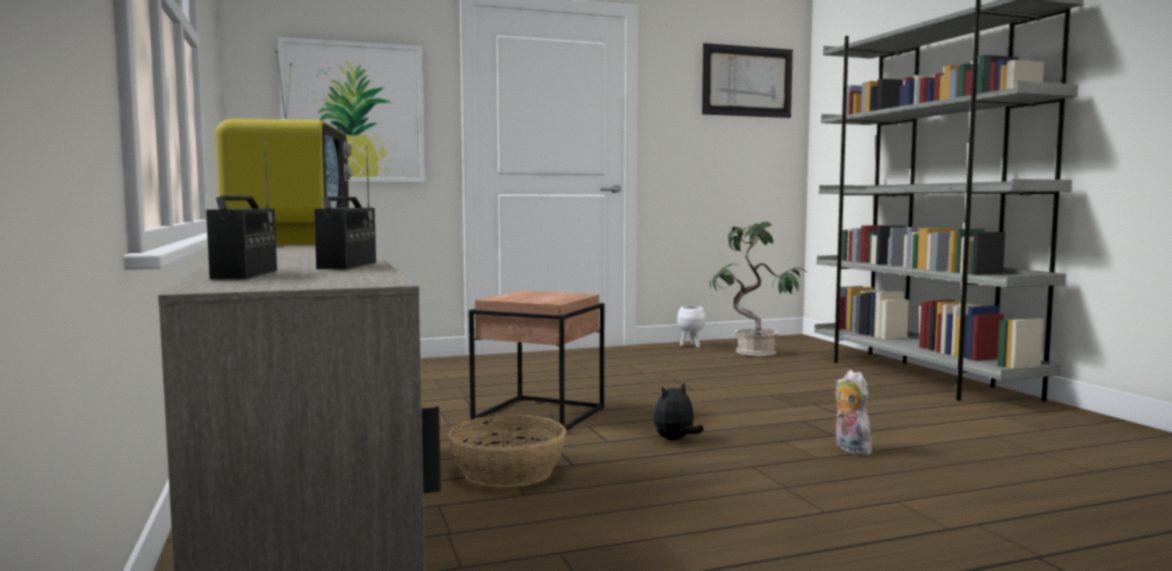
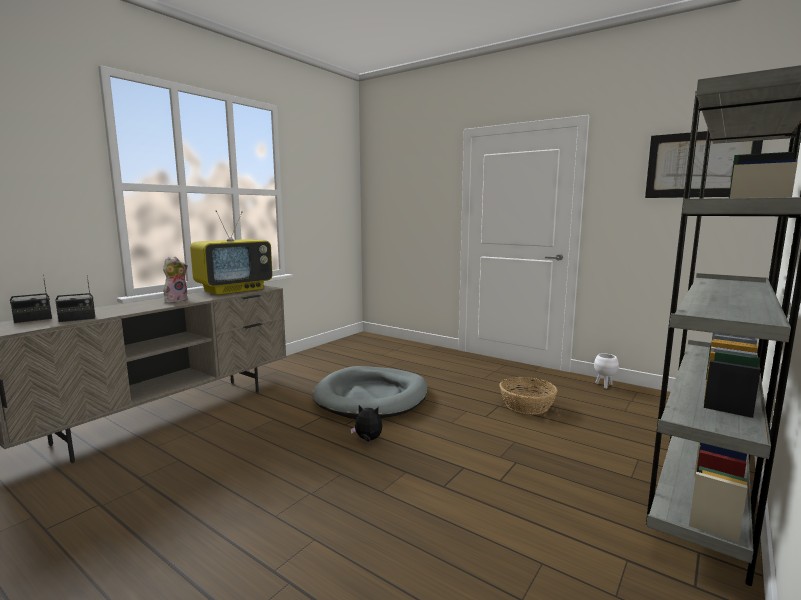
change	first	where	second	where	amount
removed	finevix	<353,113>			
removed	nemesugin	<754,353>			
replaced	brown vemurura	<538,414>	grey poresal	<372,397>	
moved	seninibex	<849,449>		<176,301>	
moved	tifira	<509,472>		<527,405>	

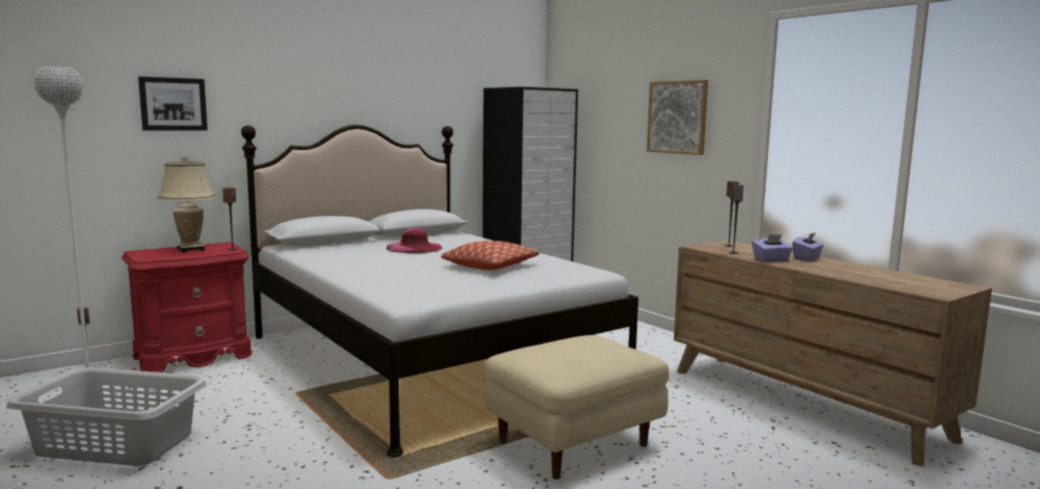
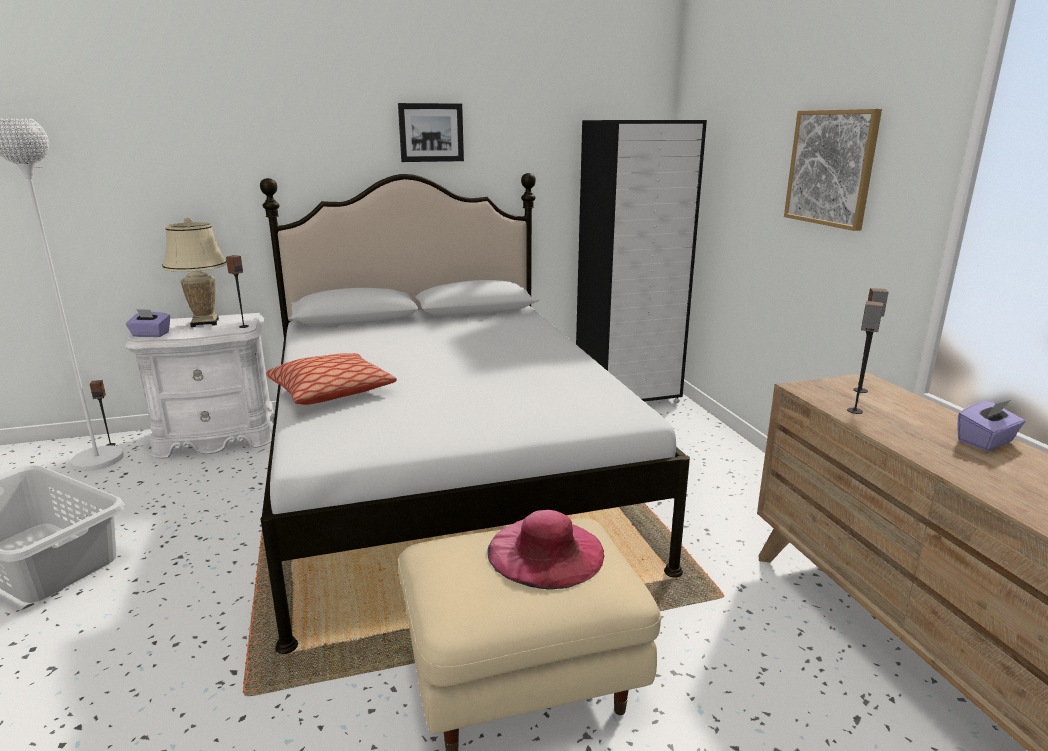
change	first	where	second	where	amount
moved	finevix	<173,104>		<431,132>	
moved	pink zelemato	<414,247>		<546,551>	
moved	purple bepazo	<771,260>		<150,335>	
moved	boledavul	<490,266>		<331,392>	
recoloured	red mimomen	<195,357>	white mimomen	<217,438>	

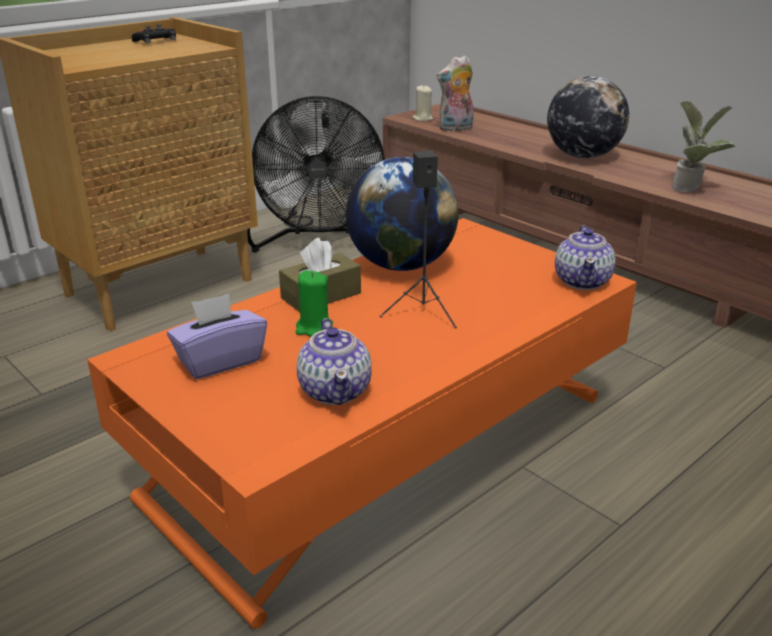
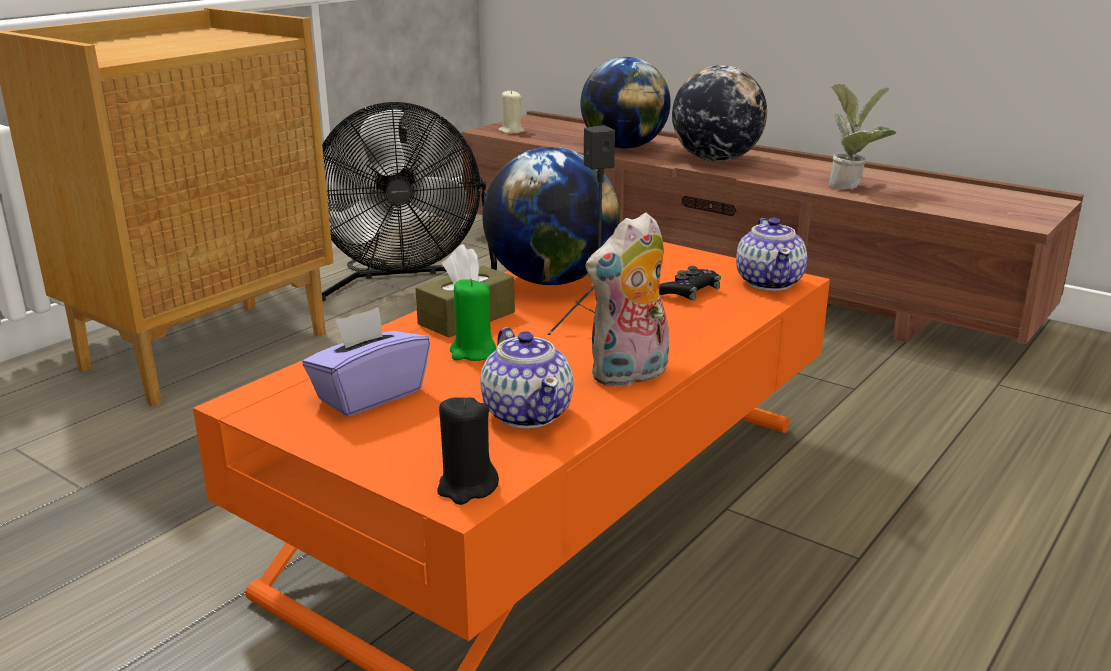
change	first	where	second	where	amount
moved	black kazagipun	<156,41>		<688,292>	
moved	seninibex	<456,128>		<630,376>	
added			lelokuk	<623,147>	
added			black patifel	<467,487>	

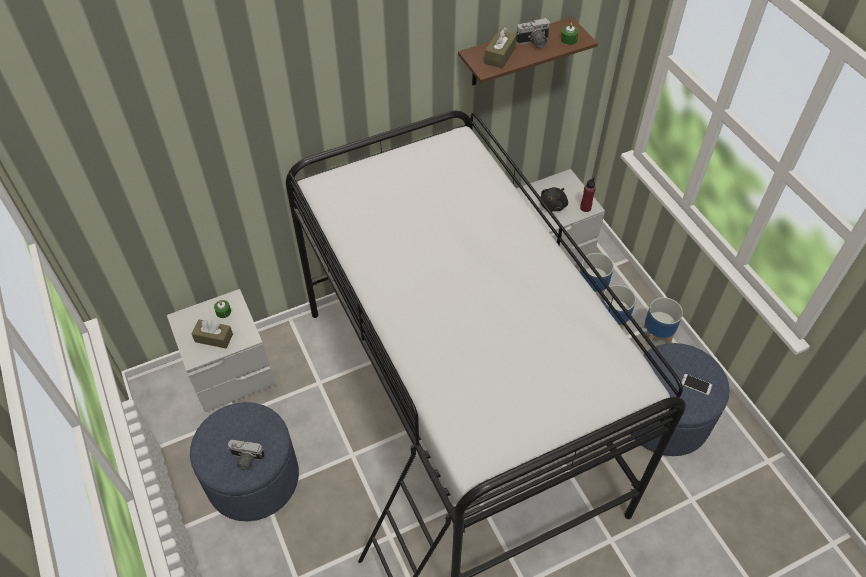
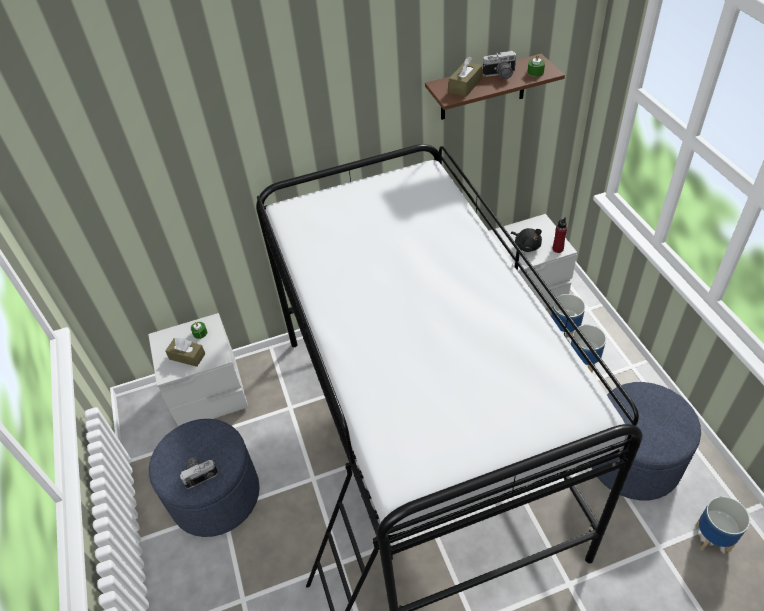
change	first	where	second	where	amount
turned	black seninibex	<553,205>		<526,246>	75 degrees counterclockwise
moved	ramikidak	<657,335>		<713,538>	
removed	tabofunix	<696,384>			
turned	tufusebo	<245,459>		<199,473>	135 degrees clockwise

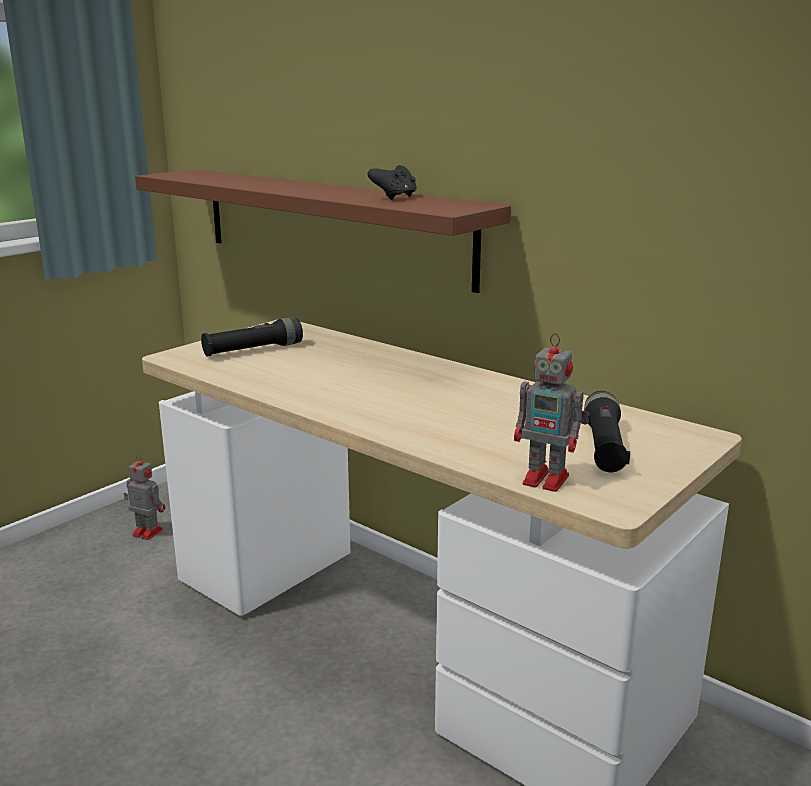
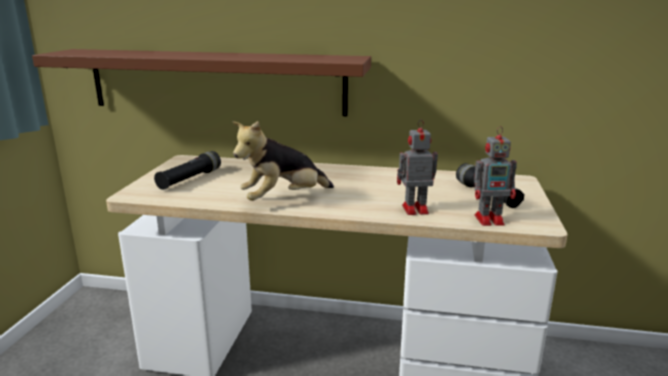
change	first	where	second	where	amount
removed	black kazagipun	<395,197>			
moved	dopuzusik	<146,532>		<413,209>	
added			seninibex	<283,199>	

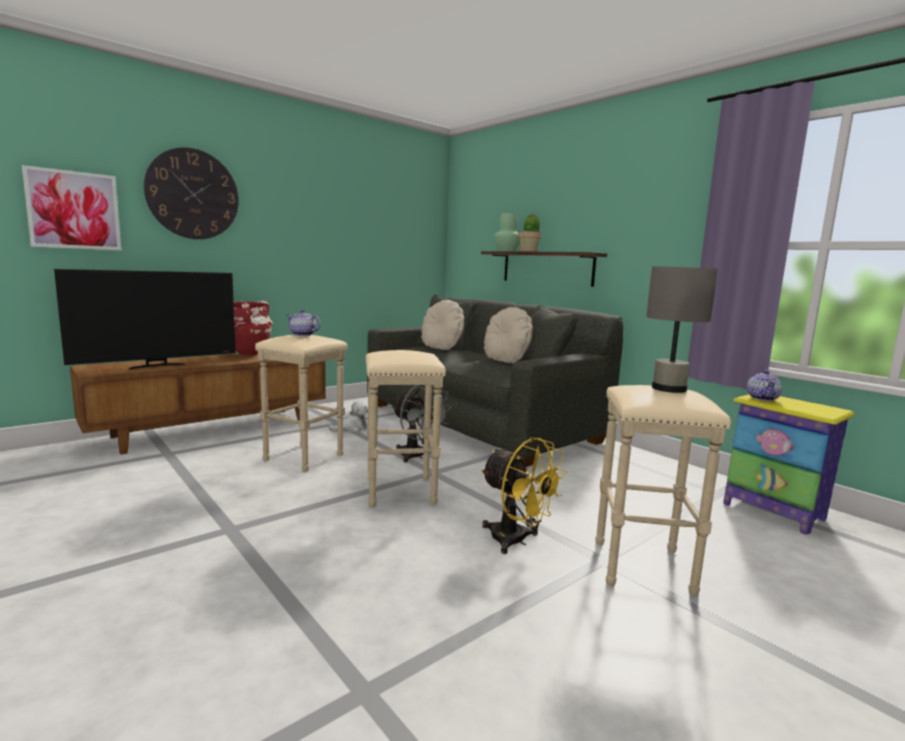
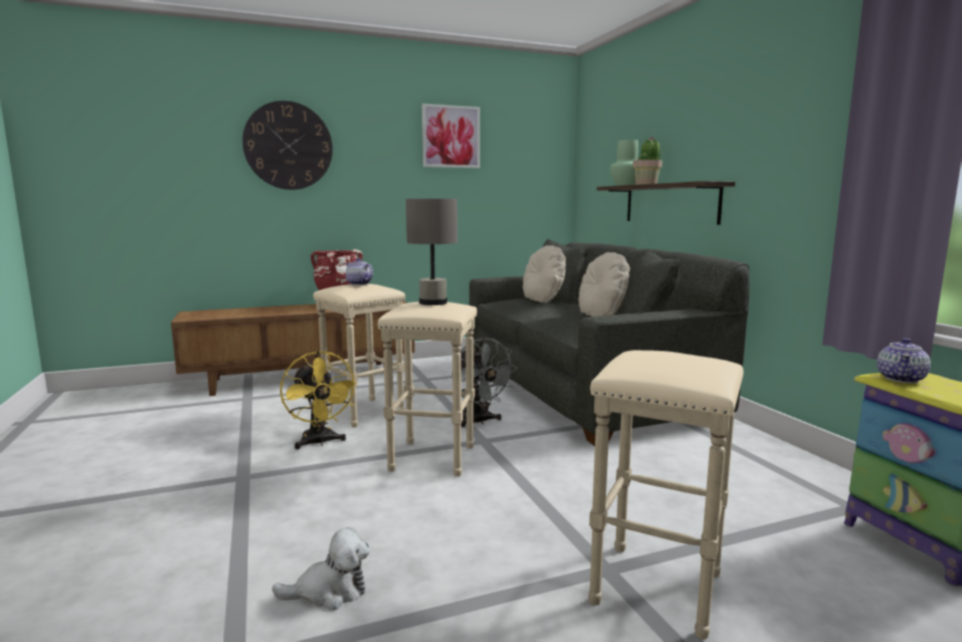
change	first	where	second	where	amount
moved	finevix	<74,210>		<451,137>	
moved	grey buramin	<669,389>		<433,303>	
removed	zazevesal	<157,366>			
moved	seninibex	<351,428>		<329,591>	
moved	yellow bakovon	<516,541>		<320,442>	

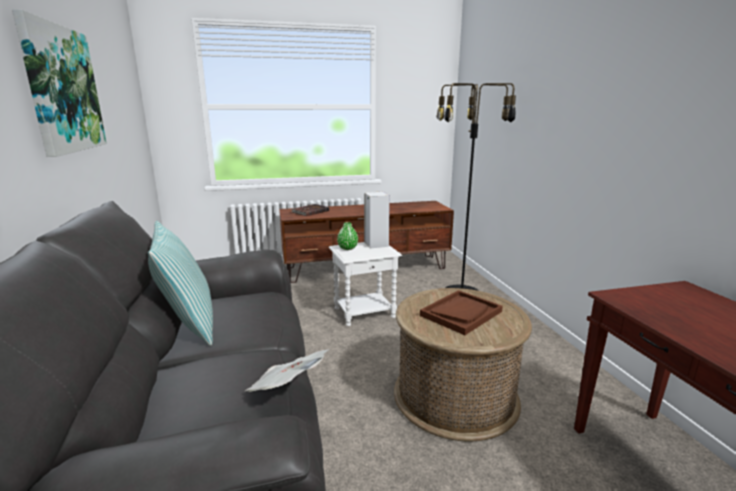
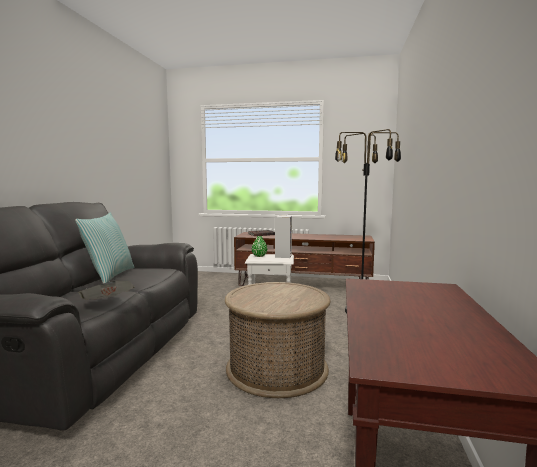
change	first	where	second	where	amount
removed	finevix	<63,89>			
removed	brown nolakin	<461,313>			

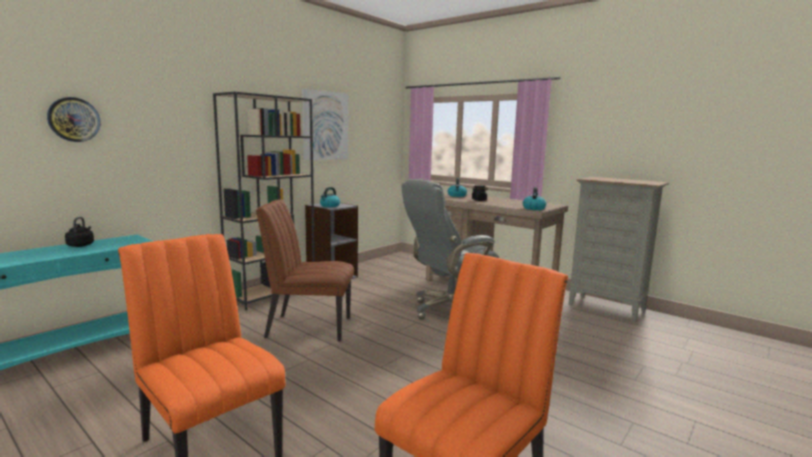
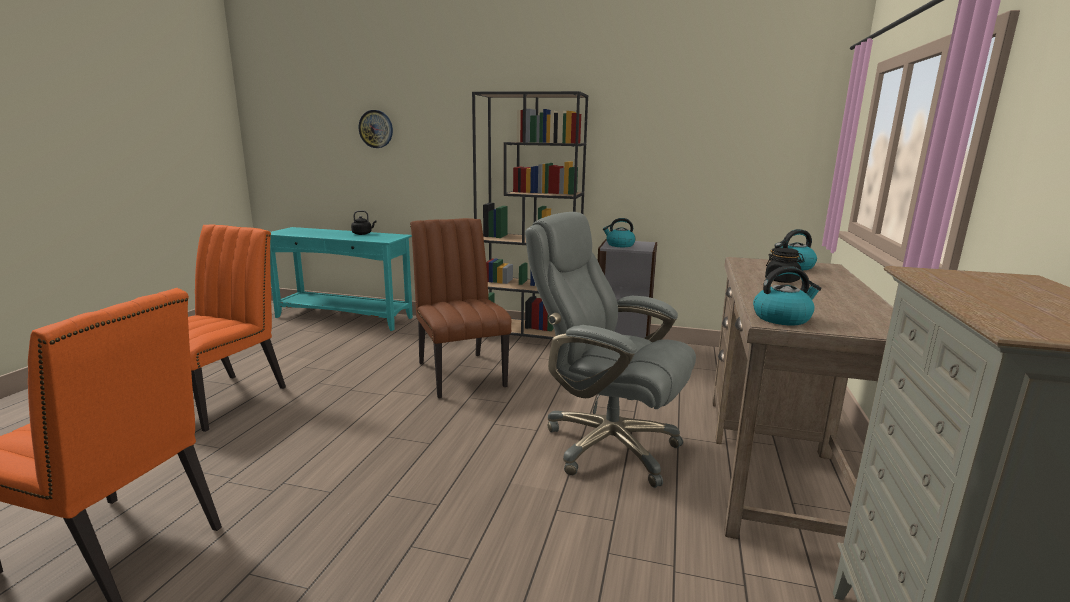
change	first	where	second	where	amount
removed	finevix	<326,125>			

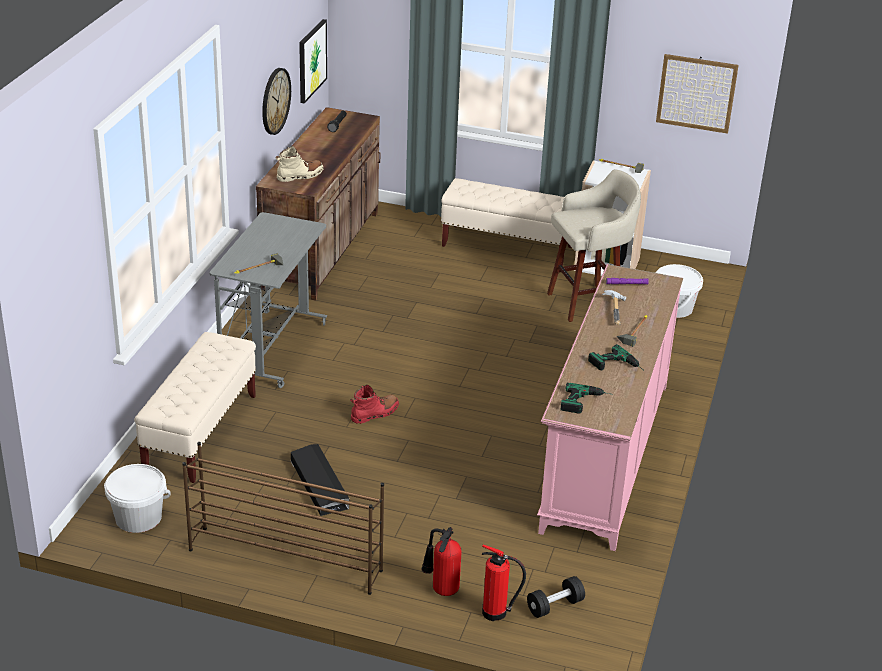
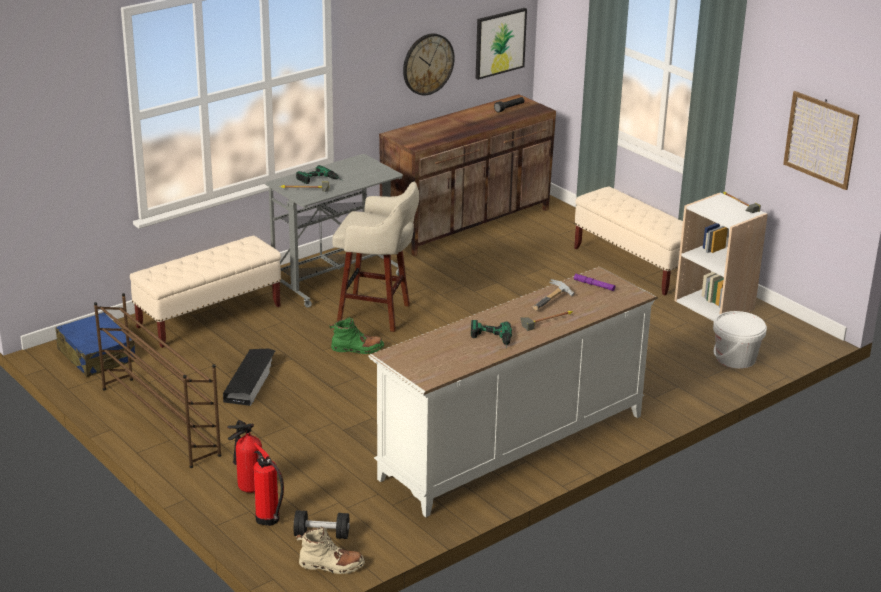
change	first	where	second	where	amount
moved	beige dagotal	<300,175>		<331,565>	
moved	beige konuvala	<587,303>		<377,315>	
recoloured	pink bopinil	<604,455>	white bopinil	<512,445>	
moved	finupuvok	<586,402>		<320,180>	
recoloured	red dagotal	<375,413>	green dagotal	<357,349>	
replaced	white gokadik	<138,517>	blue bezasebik	<96,356>	

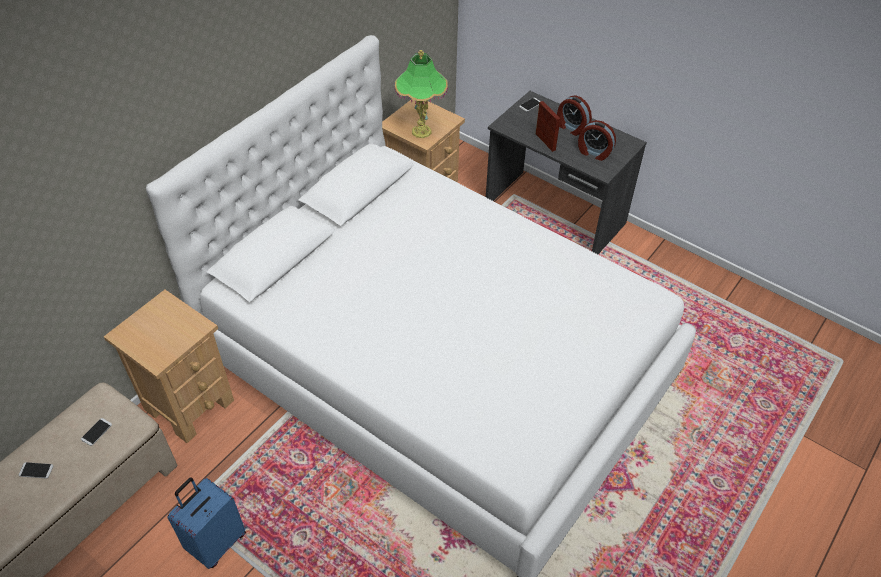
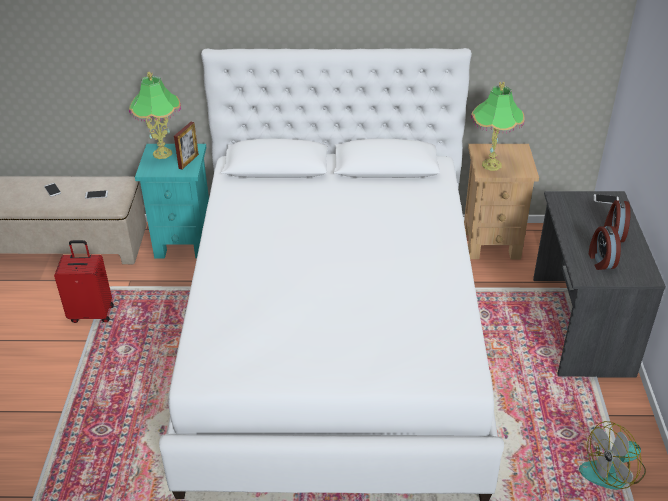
change	first	where	second	where	amount
moved	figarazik	<545,142>		<188,161>	
recoloured	beige mimomen	<191,405>	turquoise mimomen	<184,243>	
recoloured	blue bezasebik	<216,542>	red bezasebik	<92,313>	
added			buramin	<162,154>	
added			bakovon	<613,471>	

